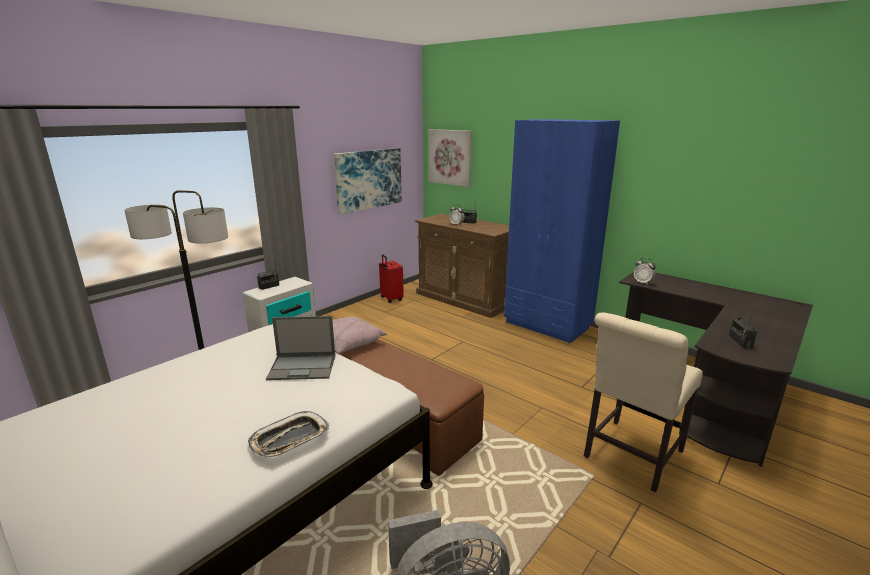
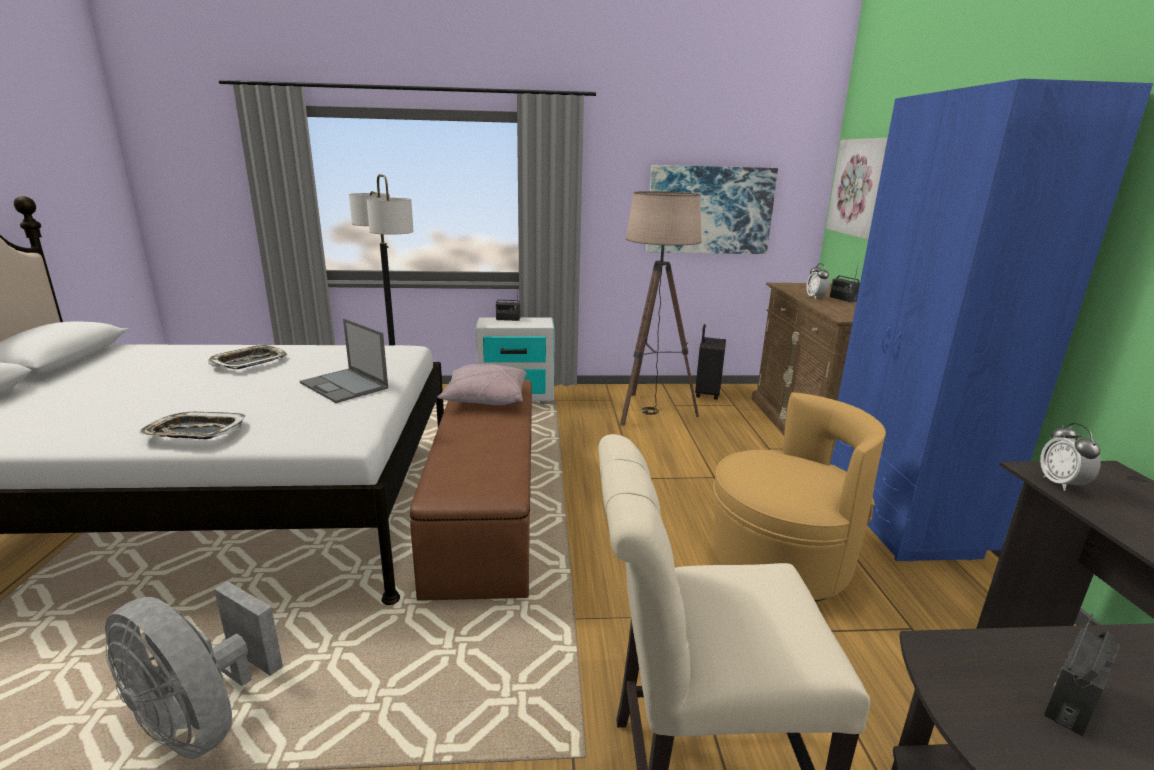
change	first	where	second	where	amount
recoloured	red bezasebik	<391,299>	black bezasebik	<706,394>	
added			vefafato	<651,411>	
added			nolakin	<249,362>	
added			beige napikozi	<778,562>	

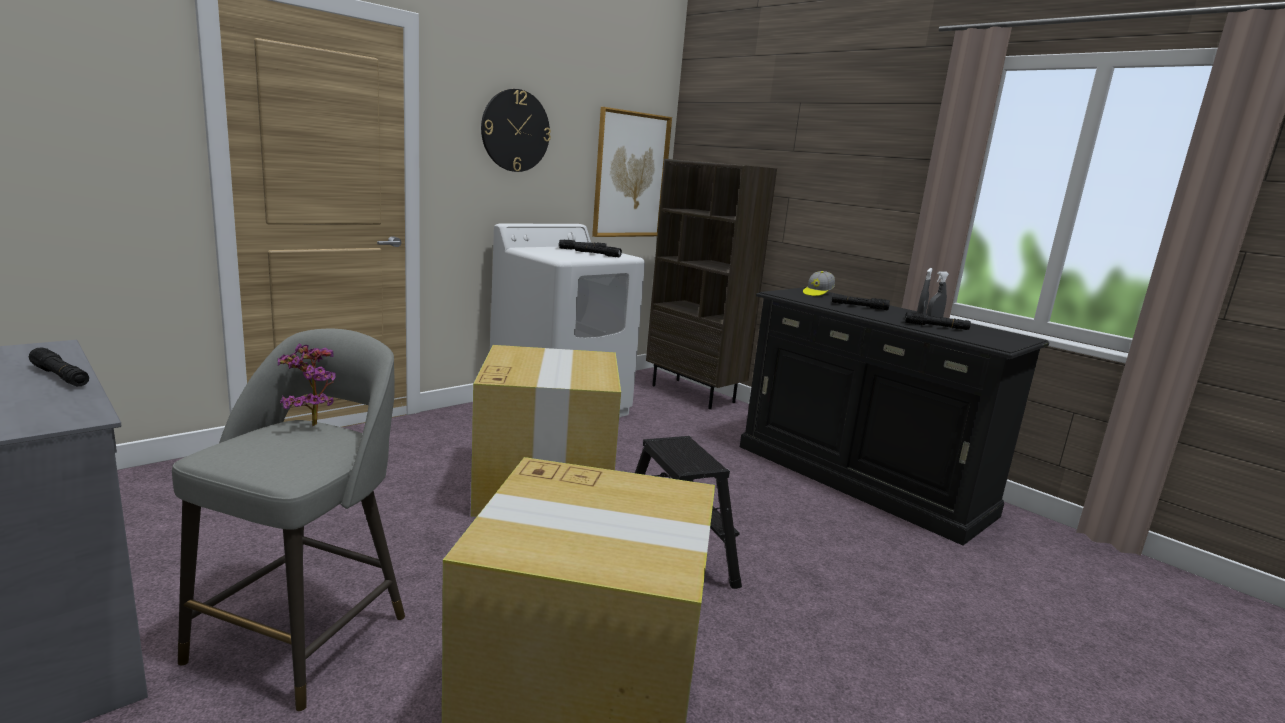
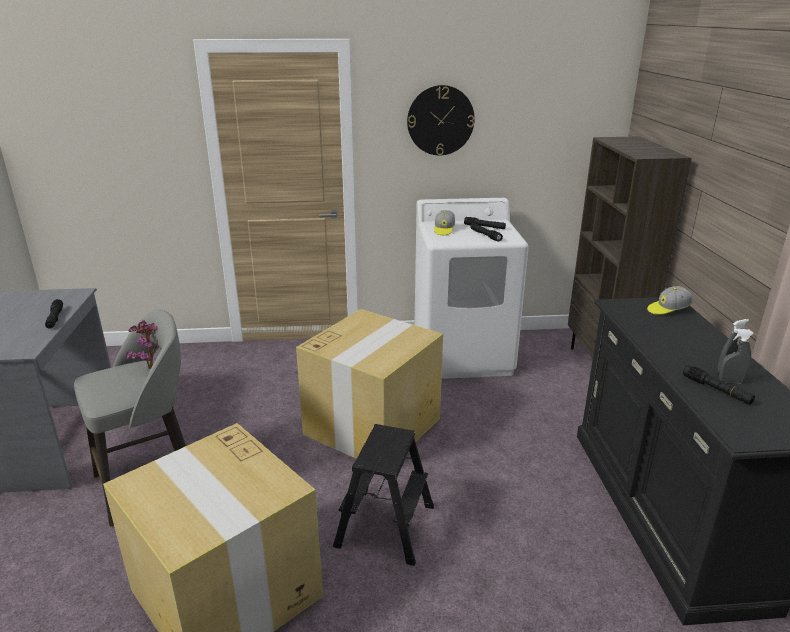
change	first	where	second	where	amount
removed	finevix	<631,175>			
removed	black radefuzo	<859,307>			
added			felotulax	<444,230>	

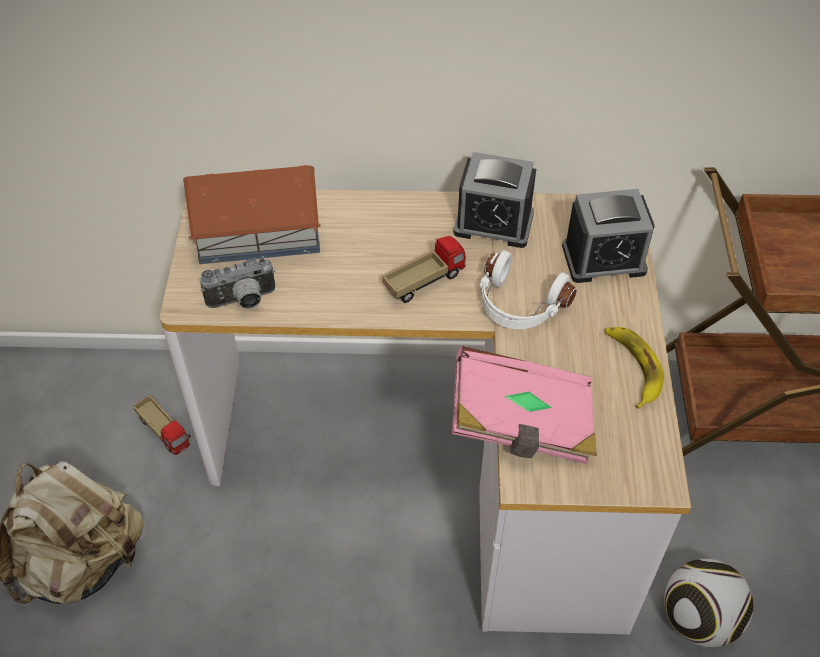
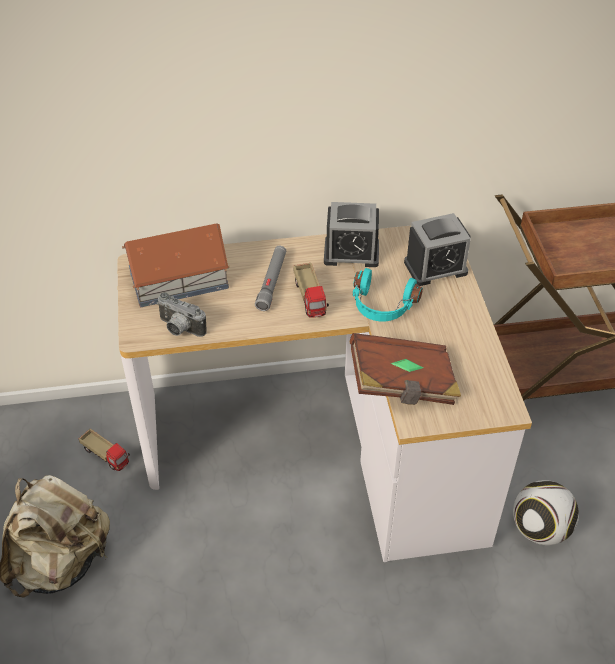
change	first	where	second	where	amount
turned	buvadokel	<424,281>		<310,298>	120 degrees clockwise
recoloured	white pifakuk	<518,305>	turquoise pifakuk	<382,306>	
turned	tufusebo	<243,301>		<179,329>	60 degrees clockwise
removed	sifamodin	<632,367>			
recoloured	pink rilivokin	<521,424>	brown rilivokin	<402,385>	
added			grey radefuzo	<272,281>	

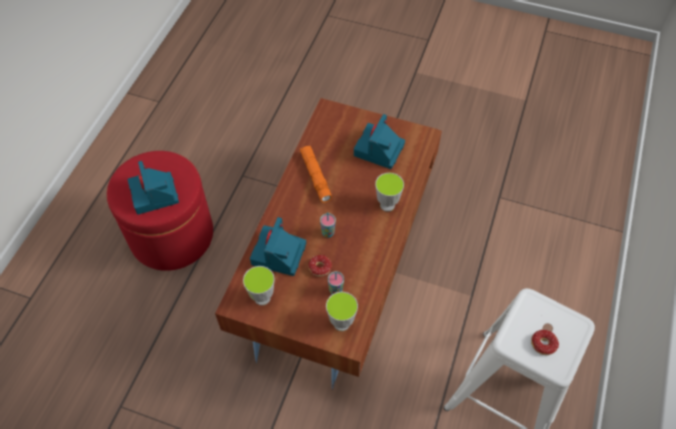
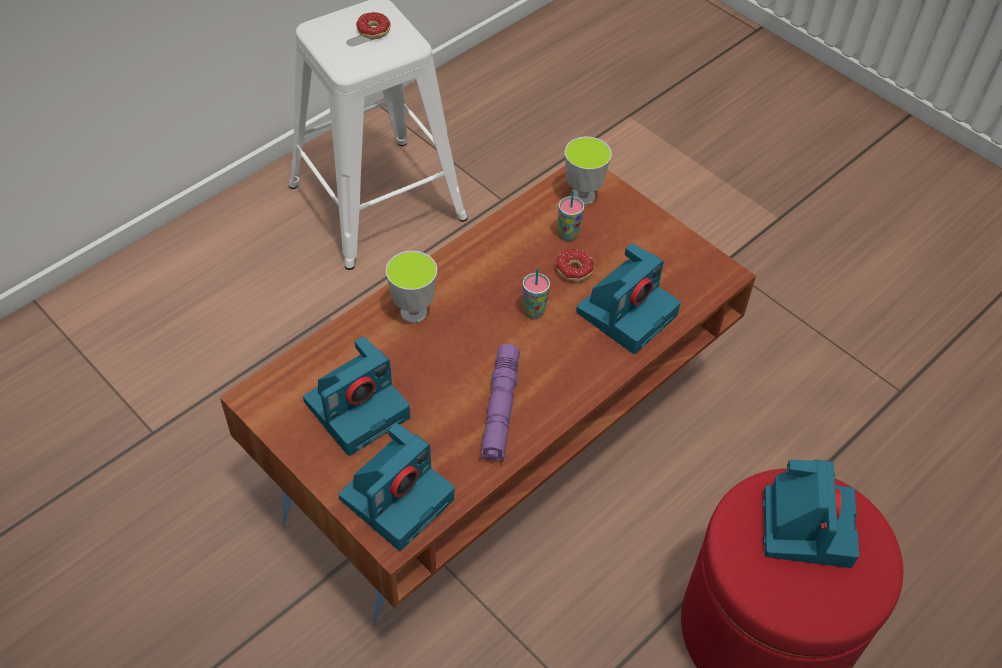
change	first	where	second	where	amount
recoloured	orange radefuzo	<315,176>	purple radefuzo	<500,409>	
removed	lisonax	<262,298>			
added			tufusebo	<397,497>	

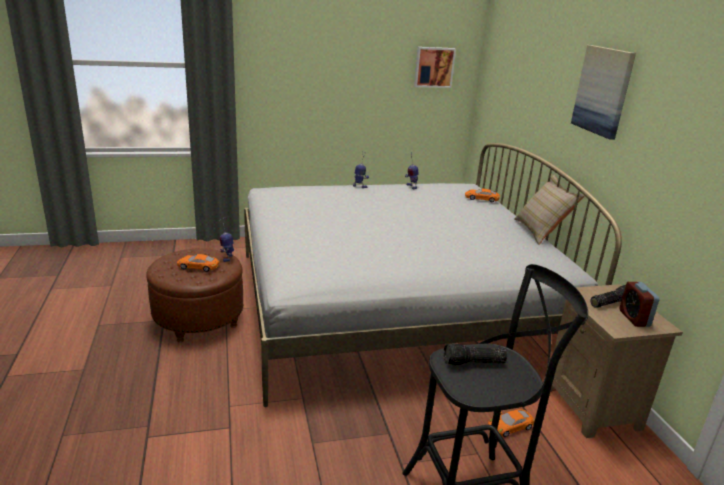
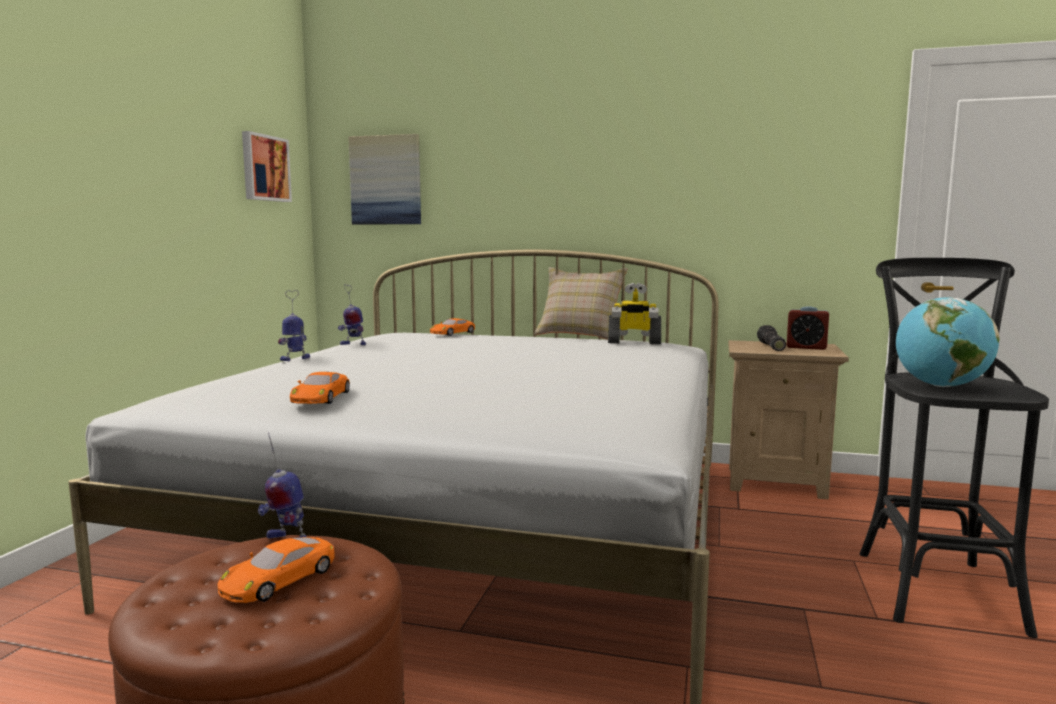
change	first	where	second	where	amount
moved	finevix	<603,91>		<386,180>	
replaced	radefuzo	<473,363>	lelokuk	<940,386>	
moved	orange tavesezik	<510,426>		<321,397>	
added			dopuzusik	<633,342>	

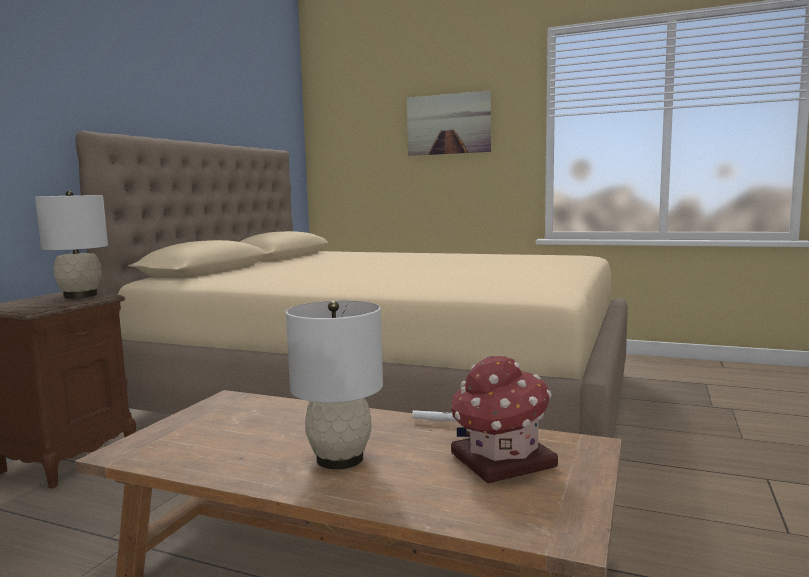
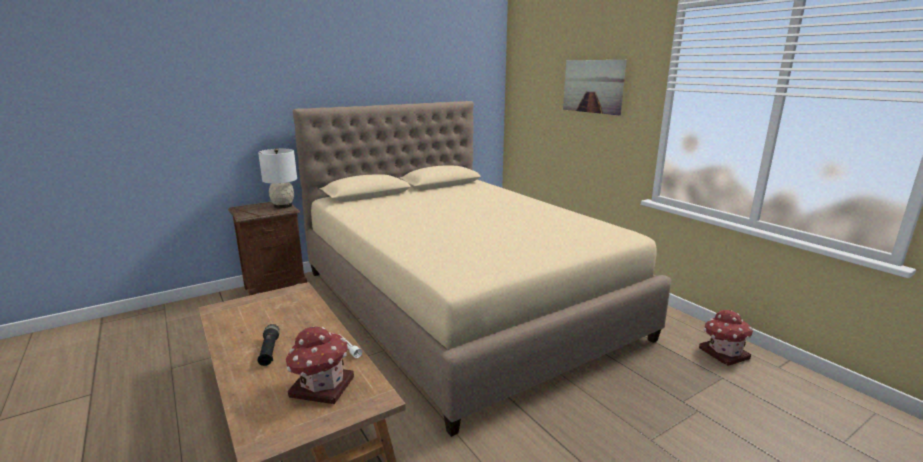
change	first	where	second	where	amount
replaced	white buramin	<340,459>	black radefuzo	<269,351>	
added			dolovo	<723,353>	

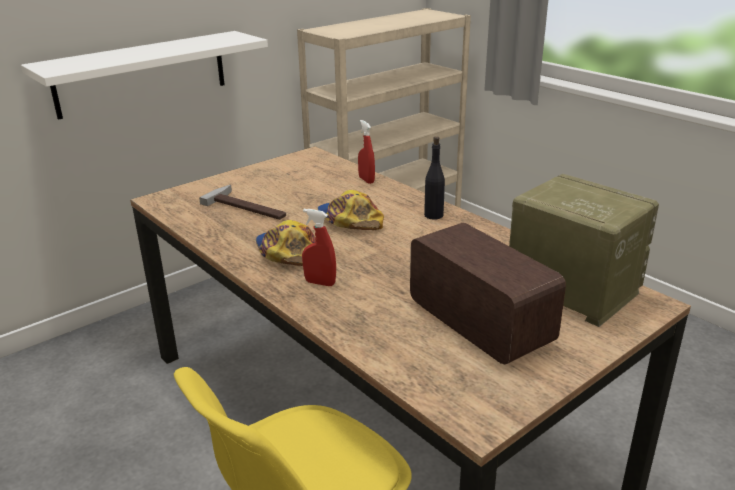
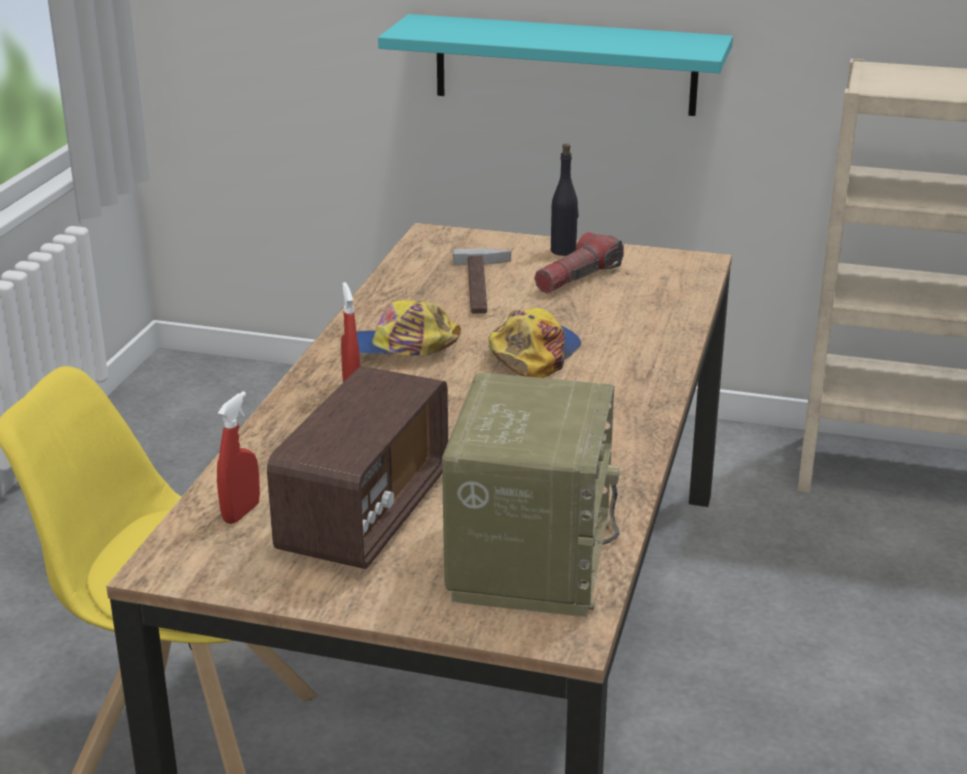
change	first	where	second	where	amount
recoloured	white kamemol	<142,73>	turquoise kamemol	<565,65>	
moved	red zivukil	<366,180>		<241,513>	
moved	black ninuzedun	<433,215>		<563,251>	
turned	felotulax	<288,252>		<400,348>	120 degrees counterclockwise
added			radefuzo	<578,278>	

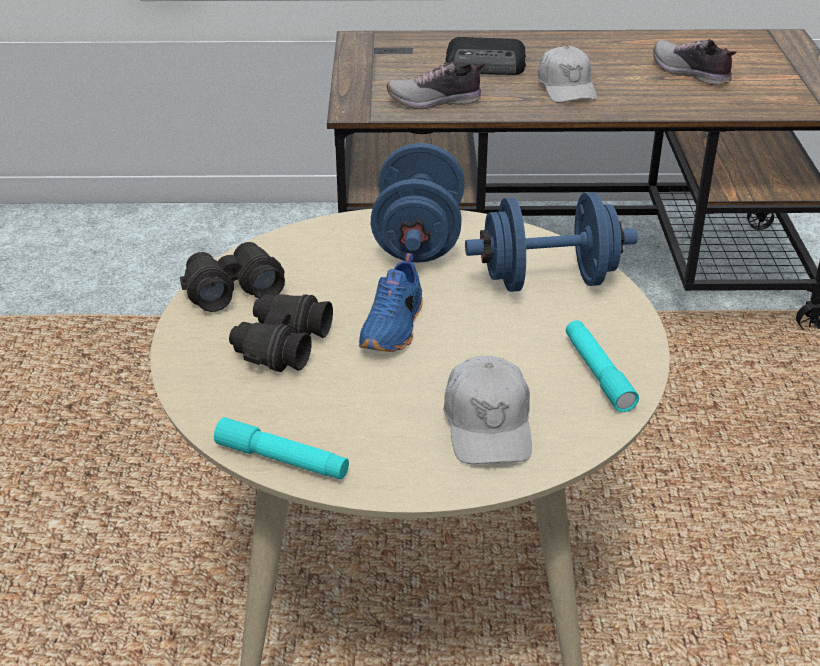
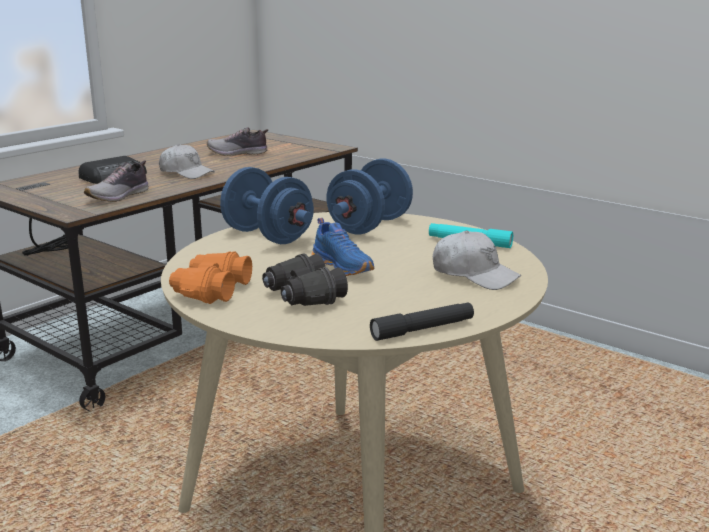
change	first	where	second	where	amount
recoloured	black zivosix	<232,289>	orange zivosix	<211,291>	
recoloured	turquoise radefuzo	<282,459>	black radefuzo	<423,329>	

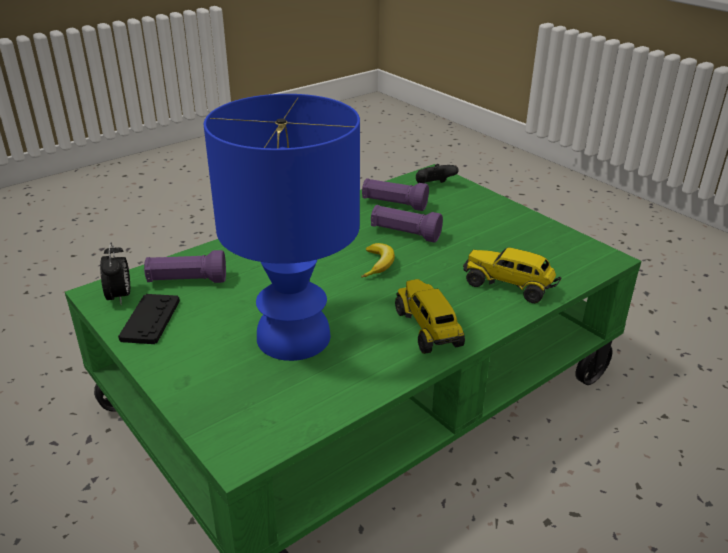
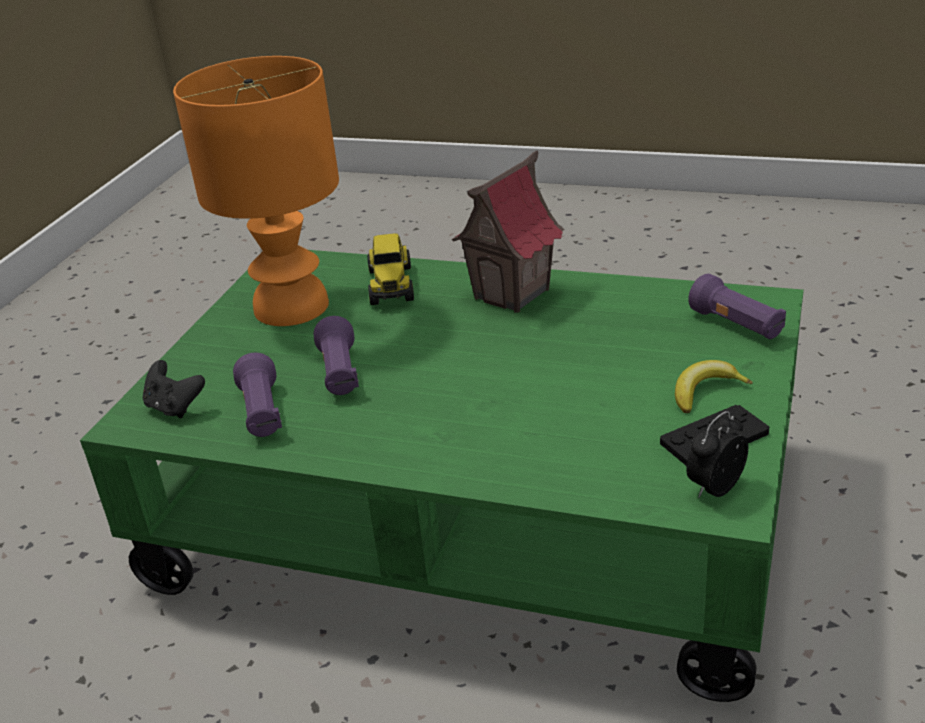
change	first	where	second	where	amount
removed	blue buramin	<295,337>			
moved	sifamodin	<378,264>		<705,392>	
moved	purple radefuzo	<186,281>		<737,325>	
replaced	buvadokel	<428,329>	dolovo	<513,294>	
added			orange buramin	<293,307>	

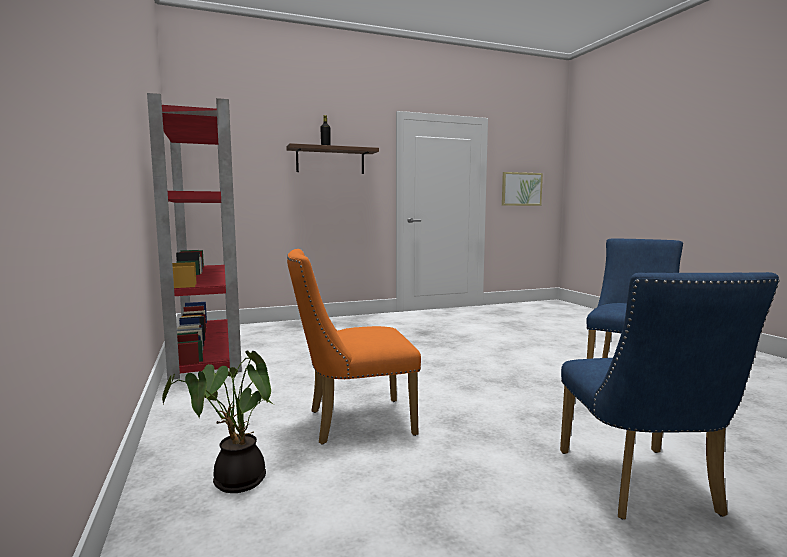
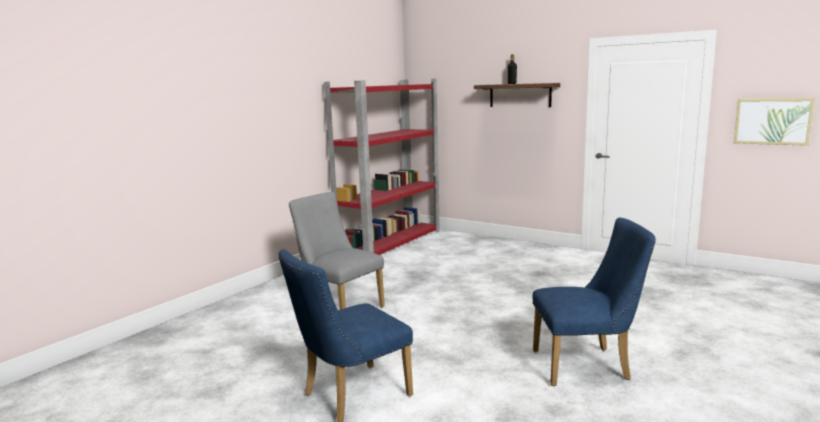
change	first	where	second	where	amount
recoloured	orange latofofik	<352,422>	grey latofofik	<340,307>	
removed	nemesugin	<235,482>			

